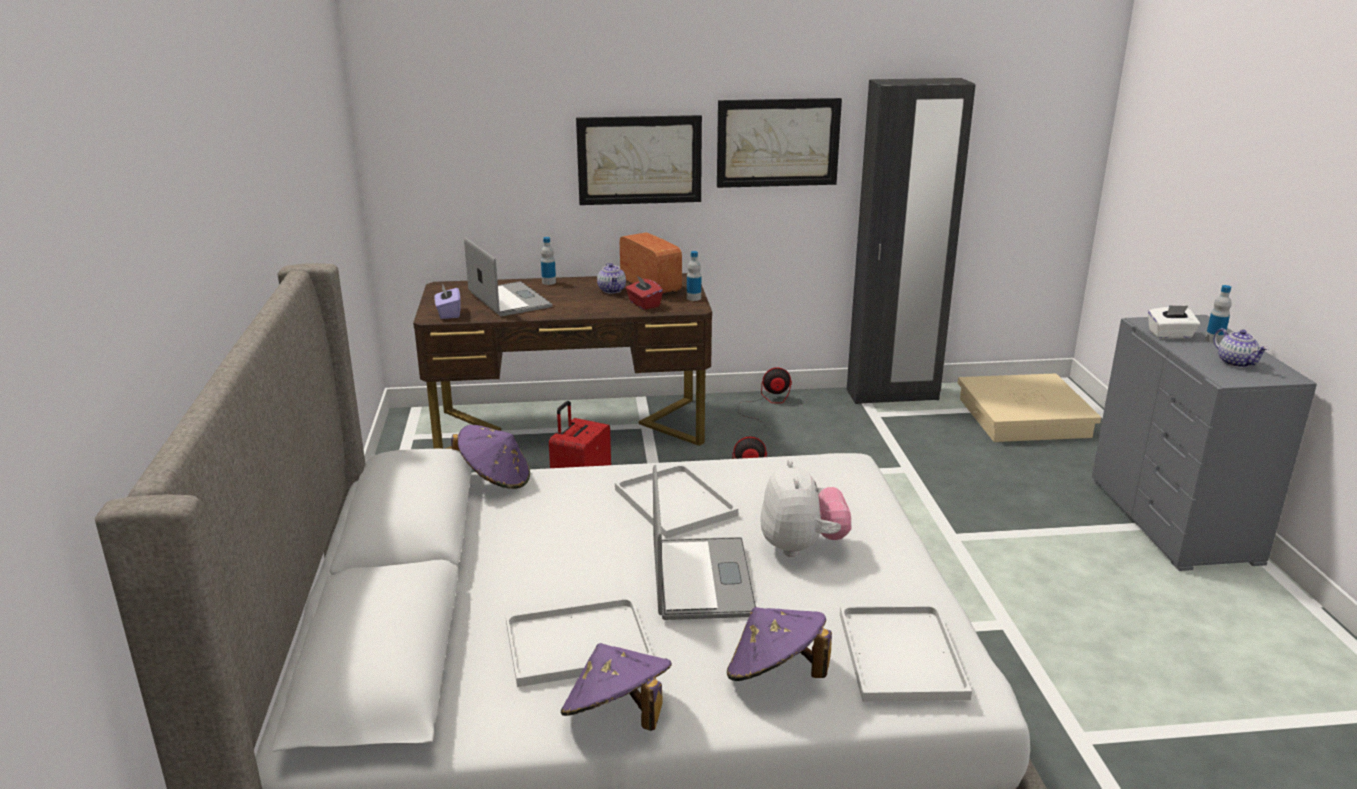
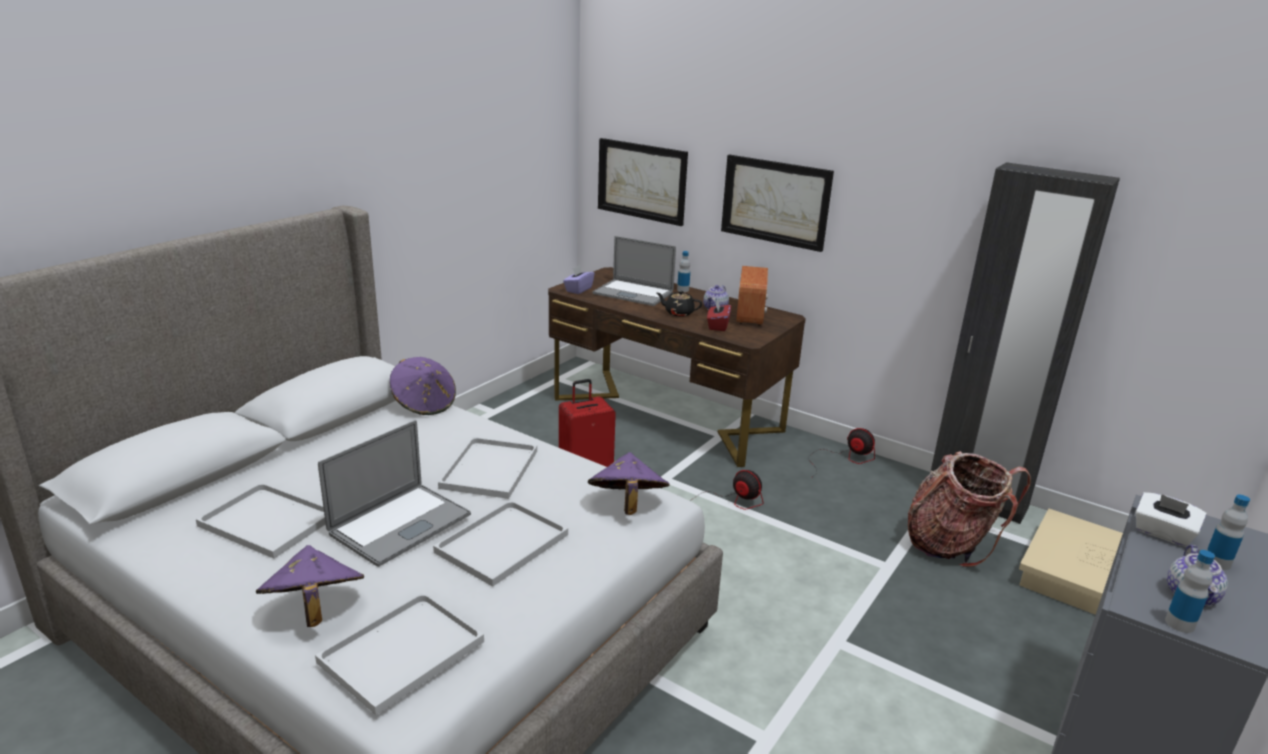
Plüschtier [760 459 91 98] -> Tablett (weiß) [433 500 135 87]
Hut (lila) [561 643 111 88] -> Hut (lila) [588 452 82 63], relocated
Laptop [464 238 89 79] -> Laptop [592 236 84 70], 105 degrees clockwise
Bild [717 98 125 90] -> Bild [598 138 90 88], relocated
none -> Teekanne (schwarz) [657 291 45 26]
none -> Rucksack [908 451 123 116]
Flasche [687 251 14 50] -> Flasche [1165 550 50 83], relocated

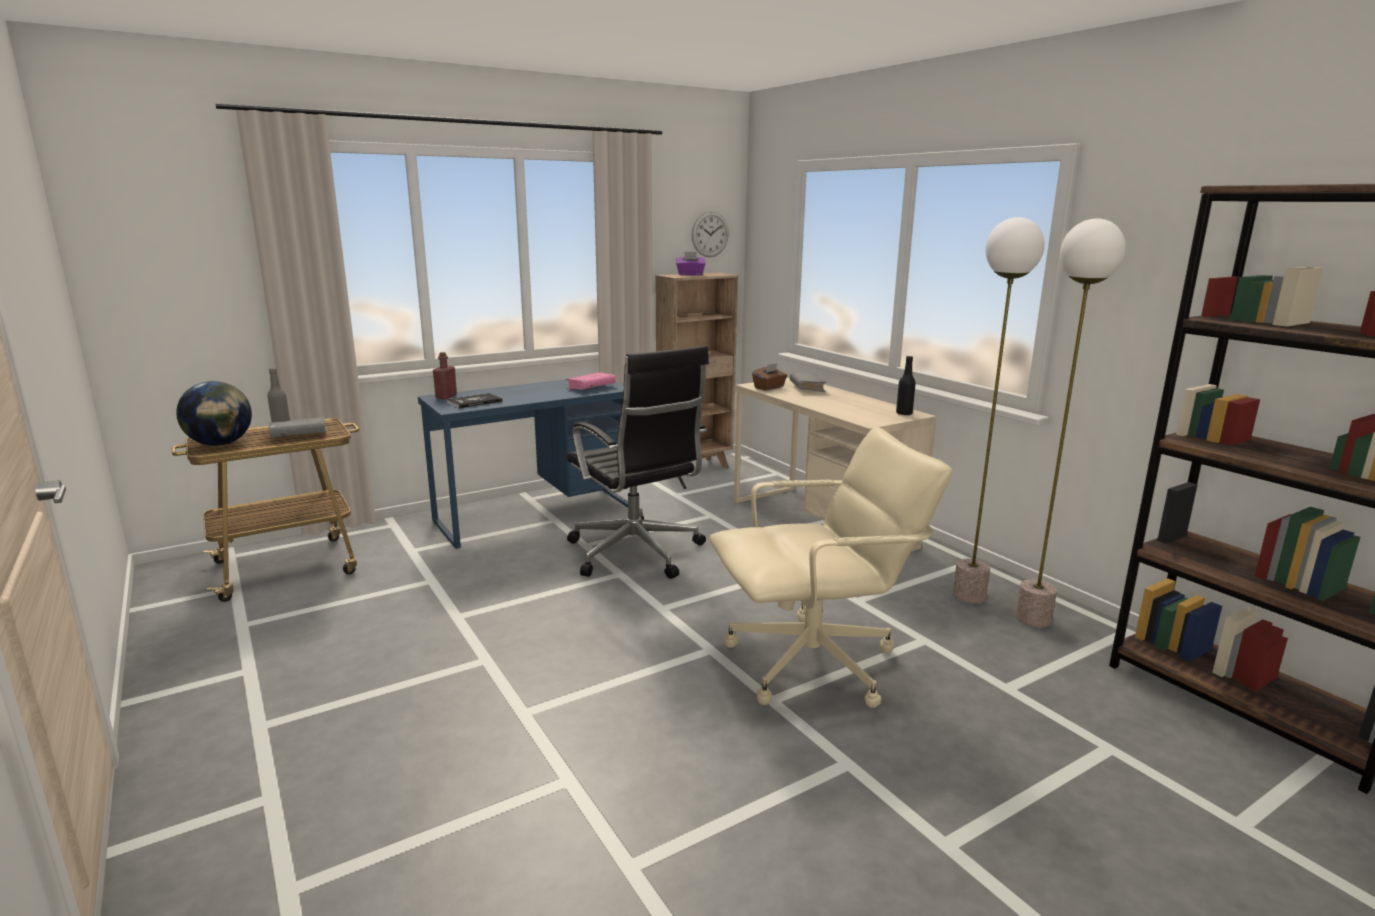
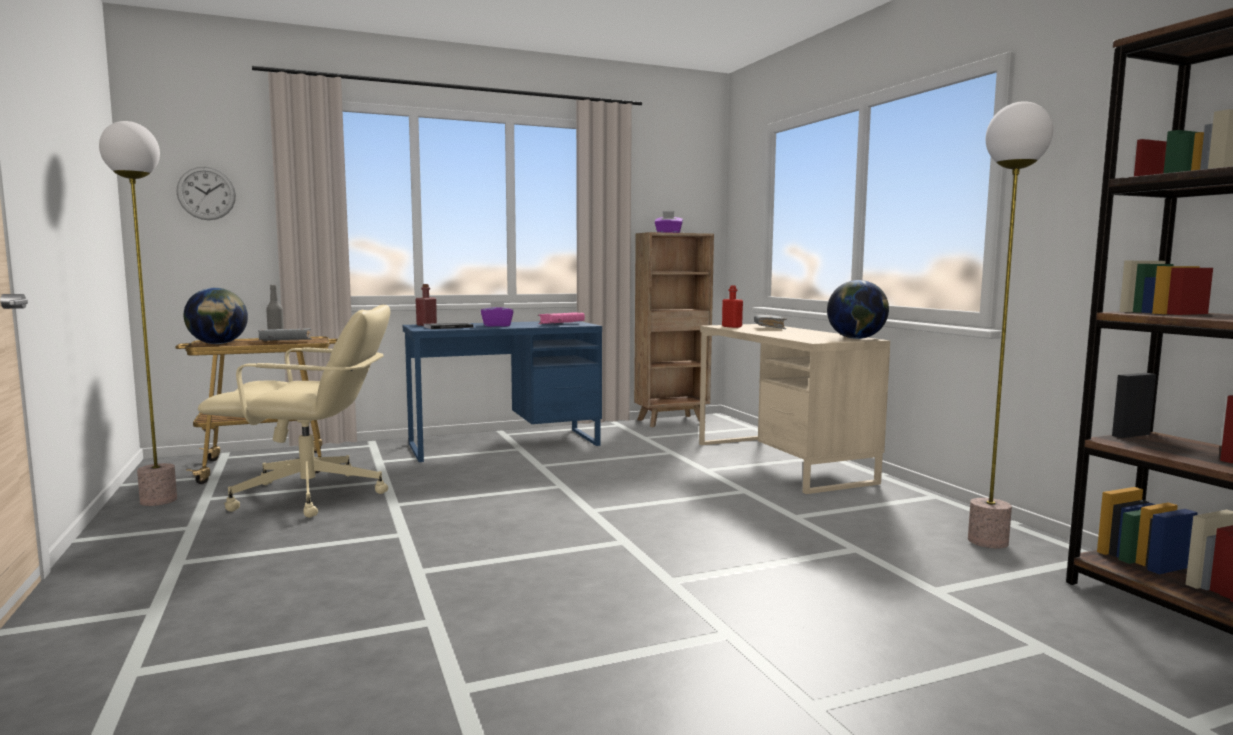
Stehlampe [953 217 92 387] -> Stehlampe [99 121 78 385], relocated
Wanduhr [691 211 38 46] -> Wanduhr [176 167 60 53], relocated
Bürostuhl (beige) [709 427 243 281] -> Bürostuhl (beige) [198 305 193 213], relocated
none -> Taschentuchbox (lila) [481 301 32 26]
Taschentuchbox (braun) [752 363 35 28] -> Flasche (rot) [722 285 21 43]
Flasche (schwarz) [896 356 20 59] -> Globus [827 280 62 59]
Bürostuhl (schwarz) [567 346 142 233] -> none

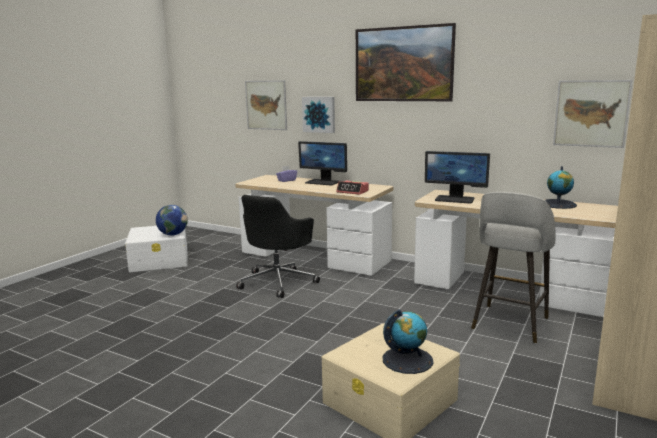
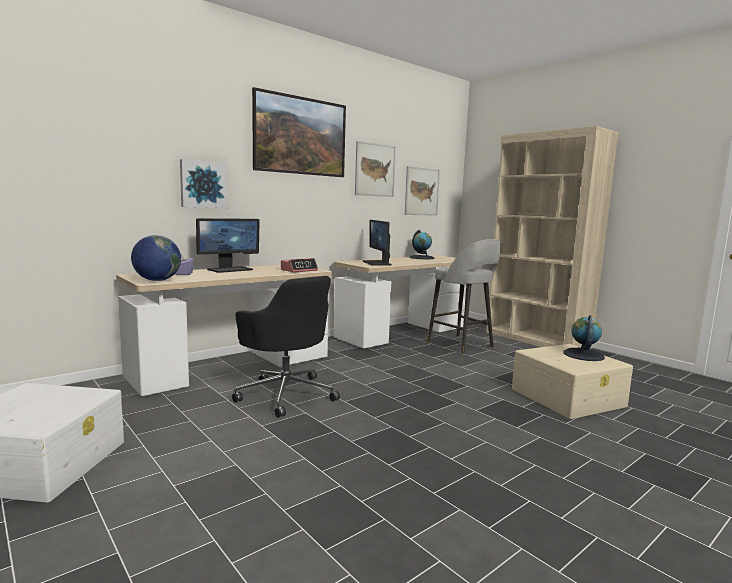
Globus [156 205 32 31] -> Globus [131 235 50 46], relocated
Bild [245 80 42 50] -> Bild [355 141 41 56], relocated
Monitor [425 151 65 53] -> Monitor [363 220 29 46], 120 degrees clockwise

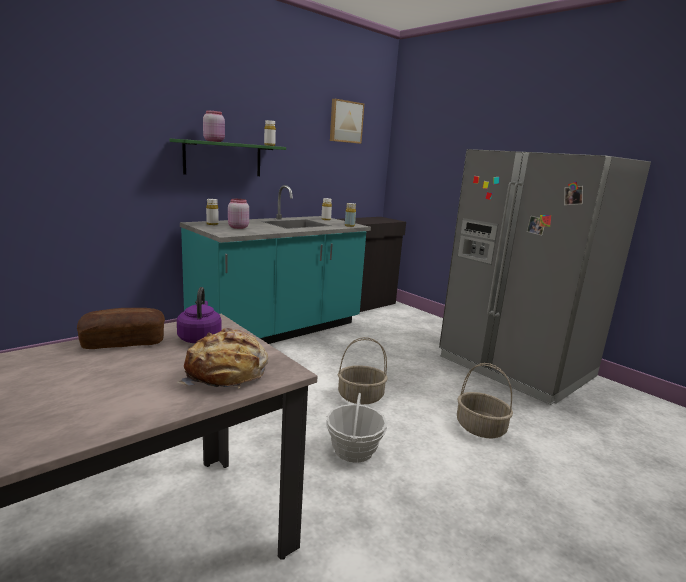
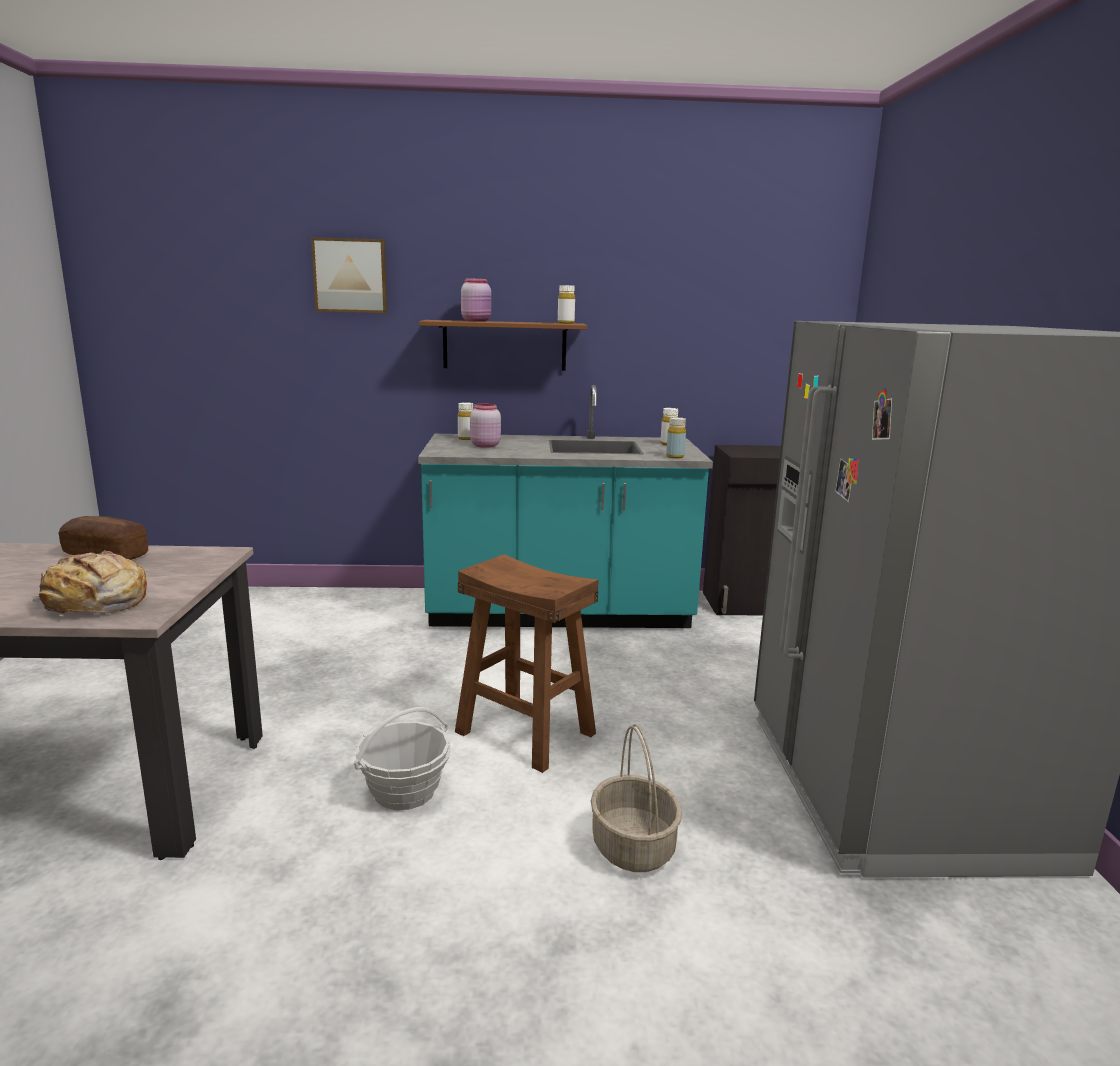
Bild [330 99 34 45] -> Bild [311 237 77 76], relocated
Wandregal (grün) [170 139 116 37] -> Wandregal (braun) [419 320 168 51]
Korb [338 337 50 67] -> Hocker (braun) [455 554 143 219]
Wasserkessel (lila) [177 287 45 56] -> none

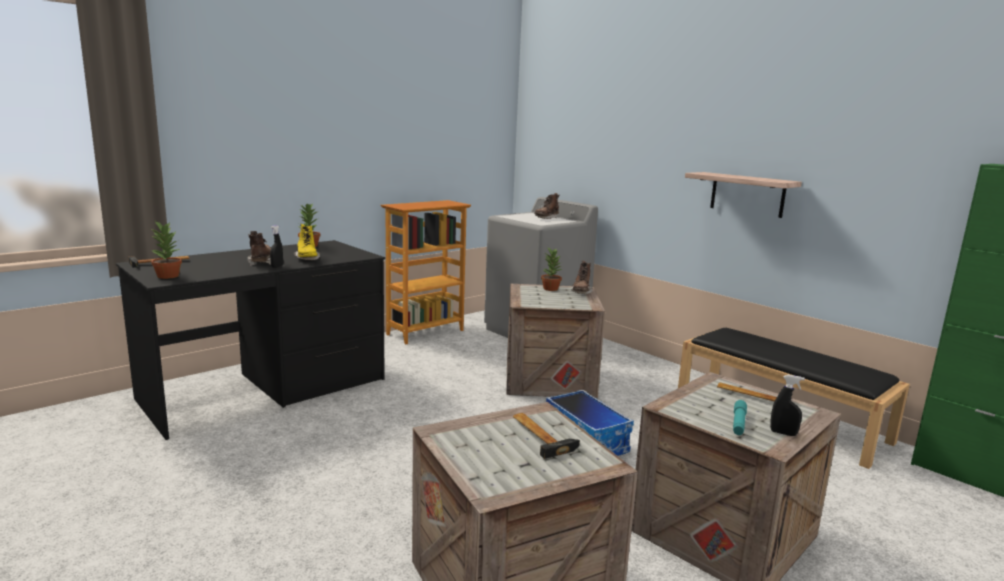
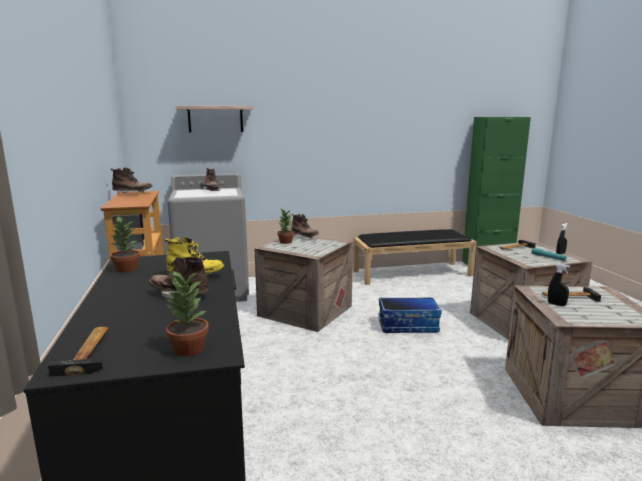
none -> Stiefel (braun) [111 168 41 26]
Wandregal [685 172 117 46] -> Wandregal [176 106 78 26], relocated
Sprühflasche (schwarz) [270 225 13 43] -> Sprühflasche (schwarz) [548 264 22 42], relocated

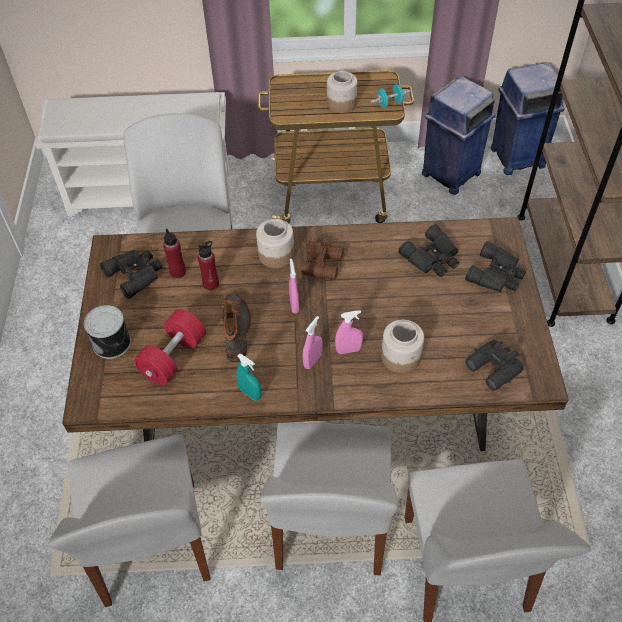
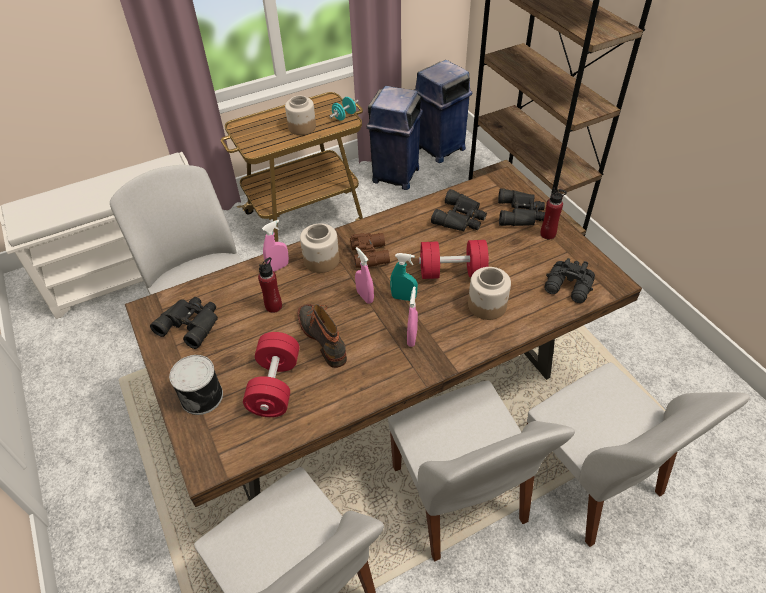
Sprühflasche (rosa) [335 310 28 44] -> Sprühflasche (rosa) [262 220 27 52], relocated
Sprühflasche (türkis) [236 353 25 48] -> Sprühflasche (türkis) [390 253 28 48], relocated
none -> Hantel (rot) [419 240 70 39]
Flasche (rot) [163 229 23 49] -> Flasche (rot) [540 187 26 52], relocated

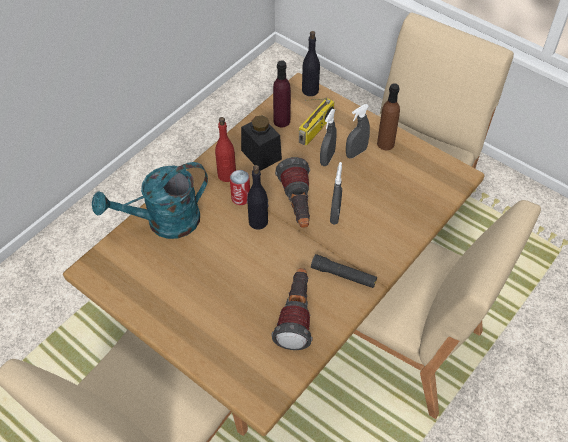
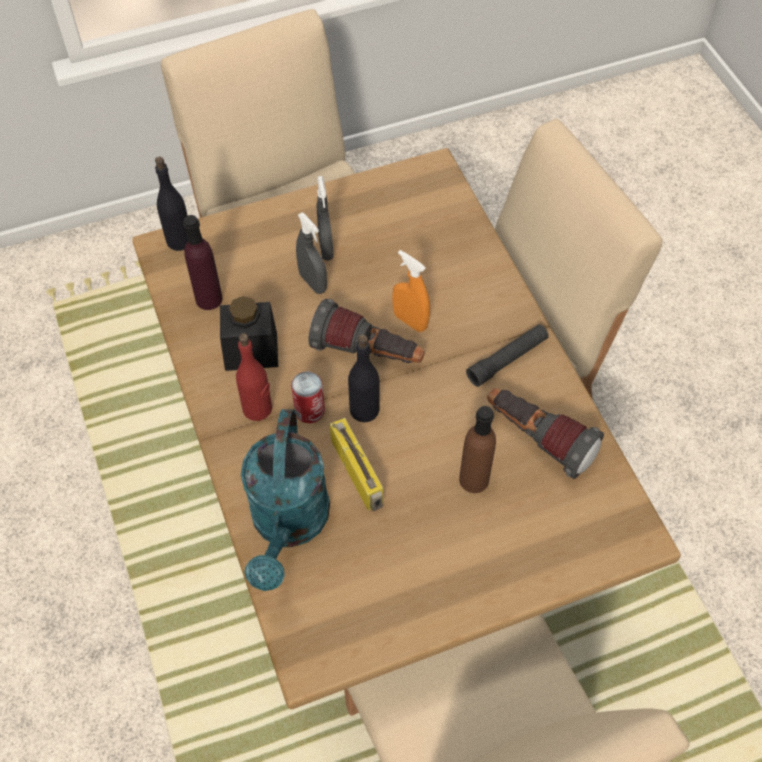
Radio [299 98 36 47] -> Radio [330 418 53 93], relocated
Sprühflasche (grau) [330 162 12 63] -> Sprühflasche (orange) [392 250 38 82]
Flasche (braun) [377 83 23 67] -> Flasche (braun) [459 406 37 87], relocated

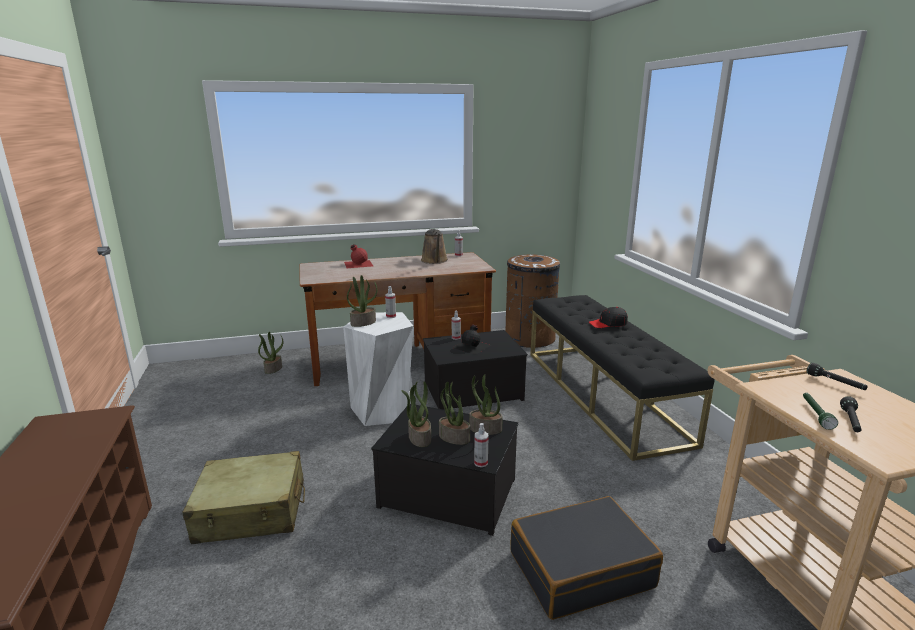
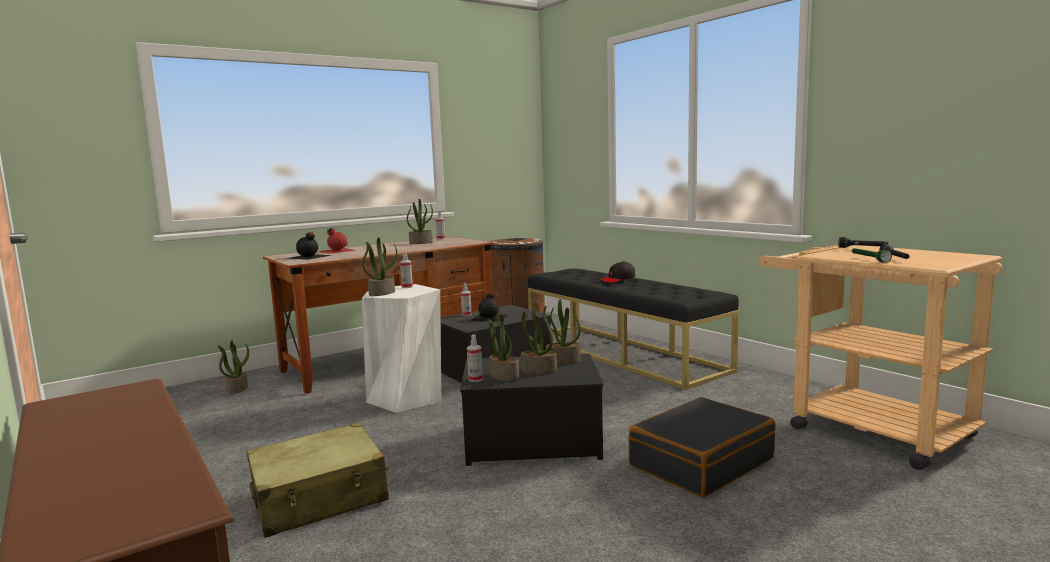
none -> Flasche (schwarz) [286 232 45 28]
Gießkanne (braun) [421 229 27 35] -> Topfpflanze [407 199 26 45]
Sprühflasche [474 423 15 44] -> Sprühflasche [467 334 16 48], relocated

